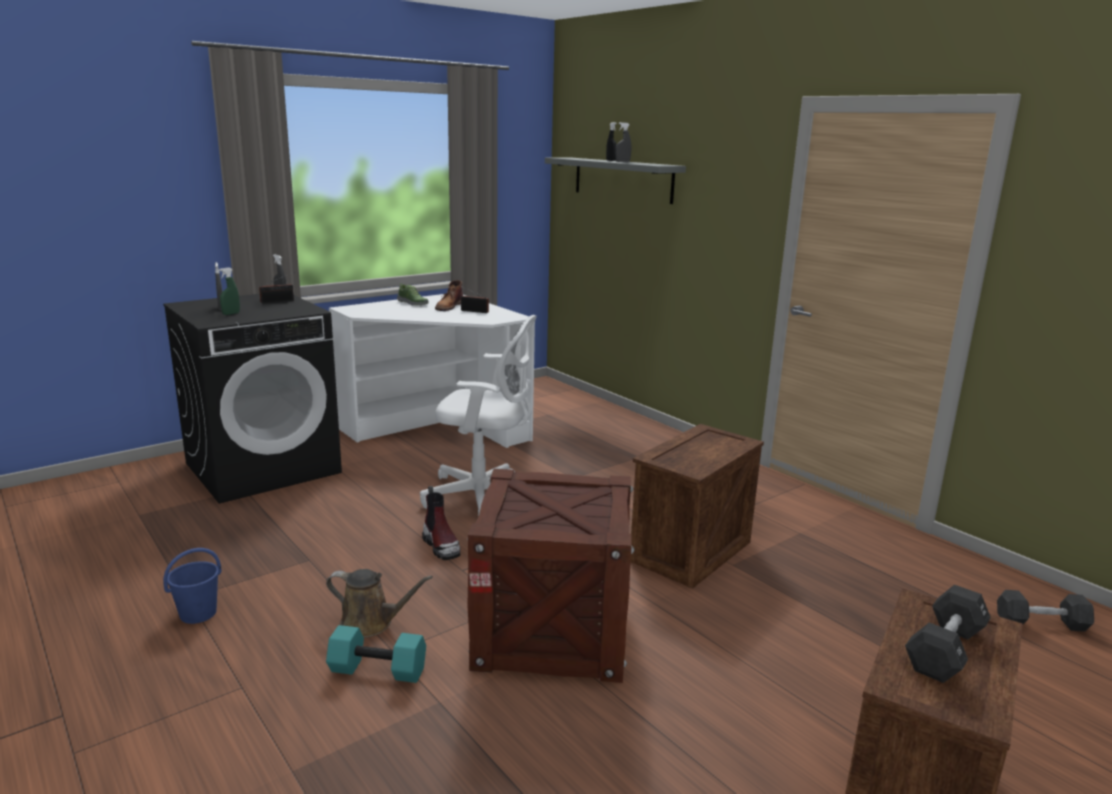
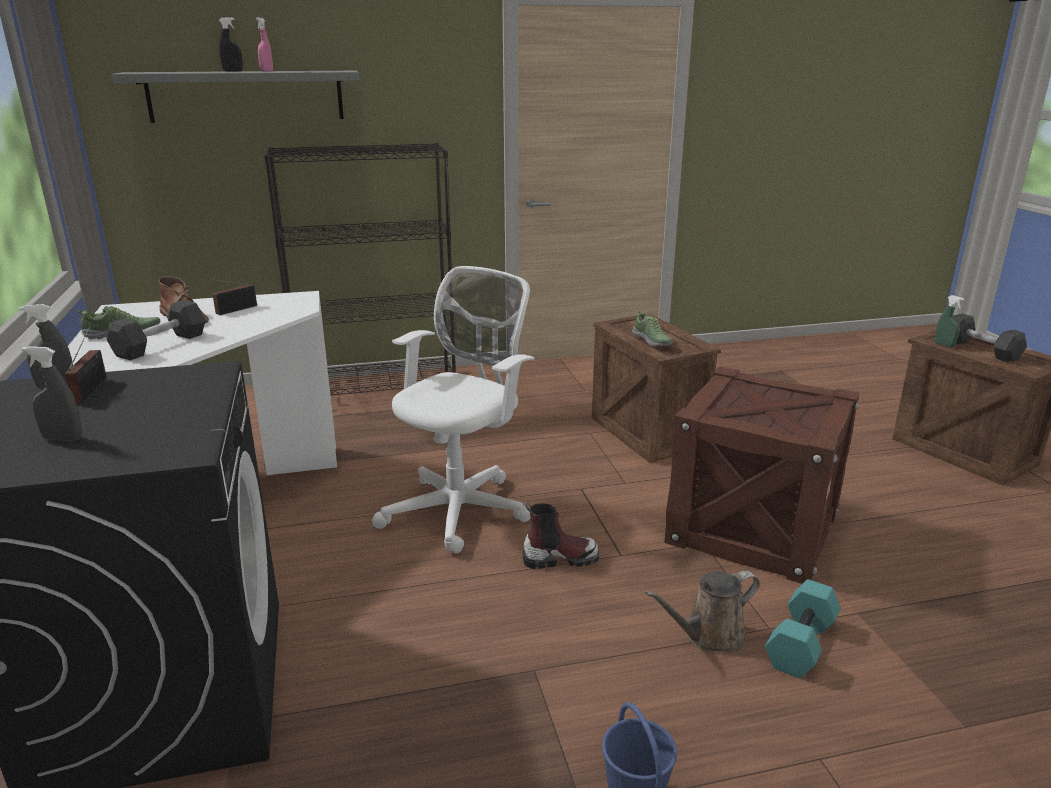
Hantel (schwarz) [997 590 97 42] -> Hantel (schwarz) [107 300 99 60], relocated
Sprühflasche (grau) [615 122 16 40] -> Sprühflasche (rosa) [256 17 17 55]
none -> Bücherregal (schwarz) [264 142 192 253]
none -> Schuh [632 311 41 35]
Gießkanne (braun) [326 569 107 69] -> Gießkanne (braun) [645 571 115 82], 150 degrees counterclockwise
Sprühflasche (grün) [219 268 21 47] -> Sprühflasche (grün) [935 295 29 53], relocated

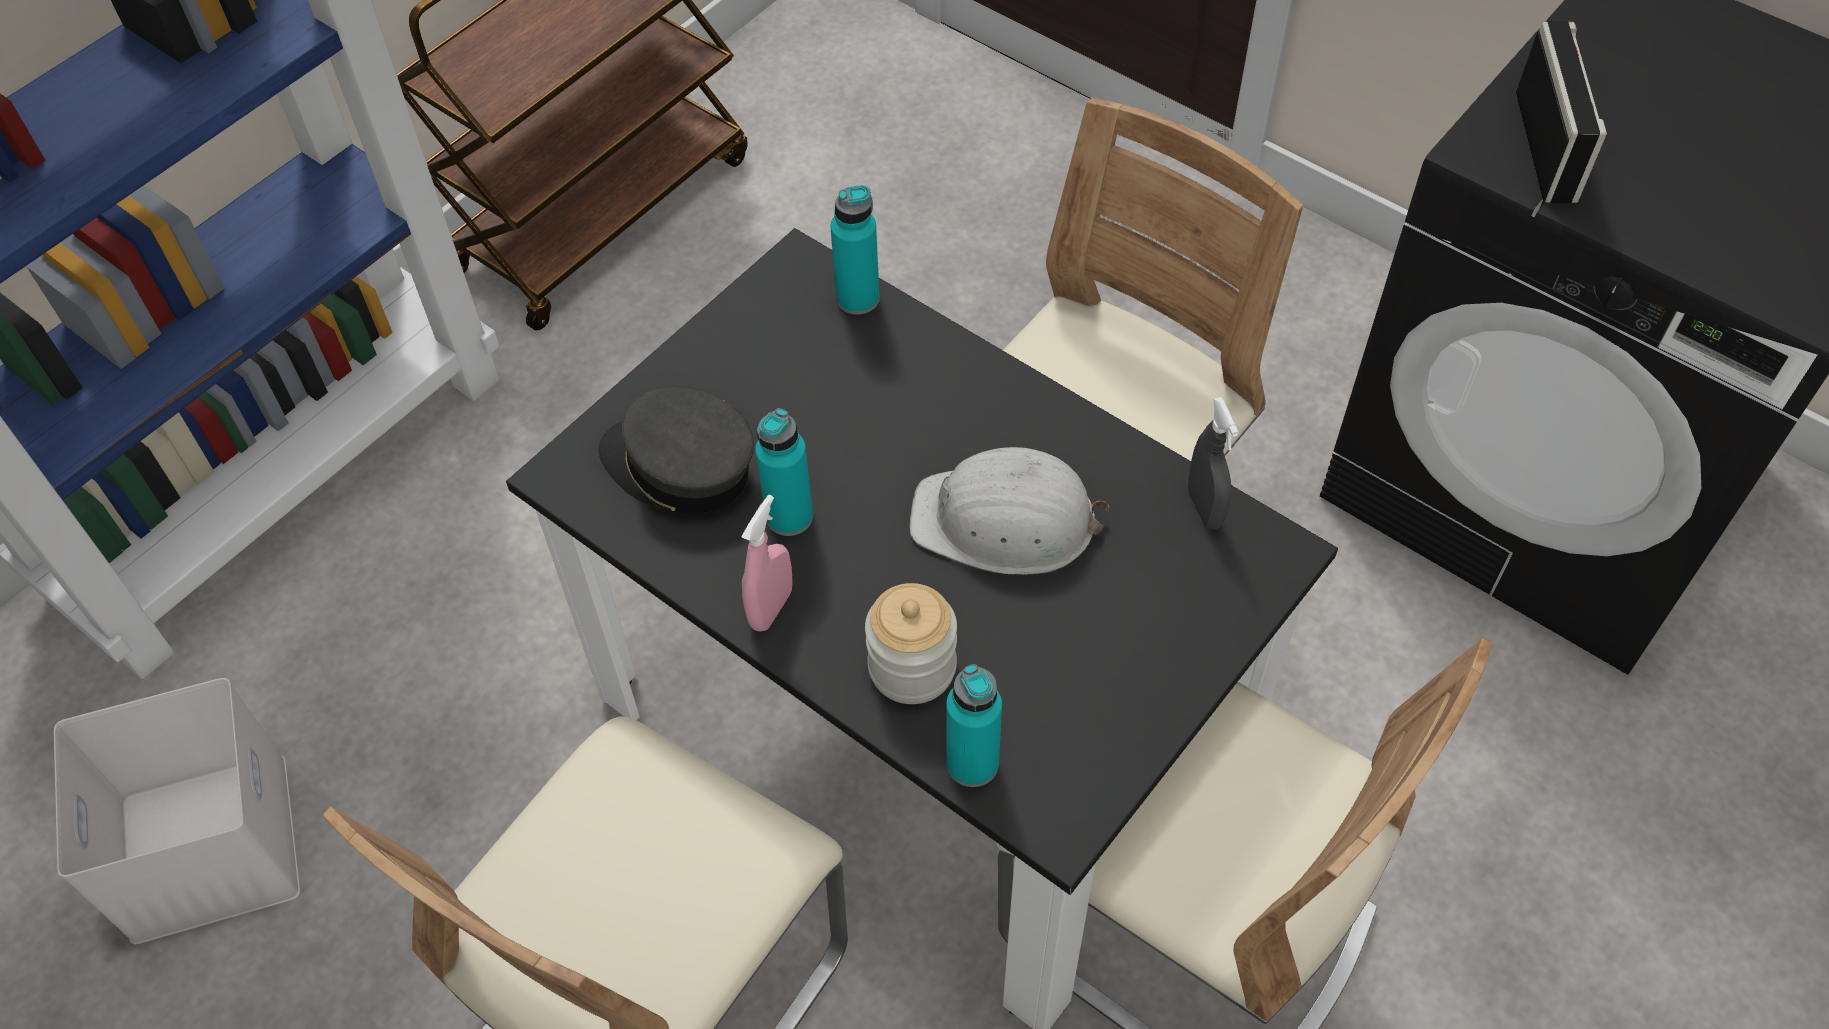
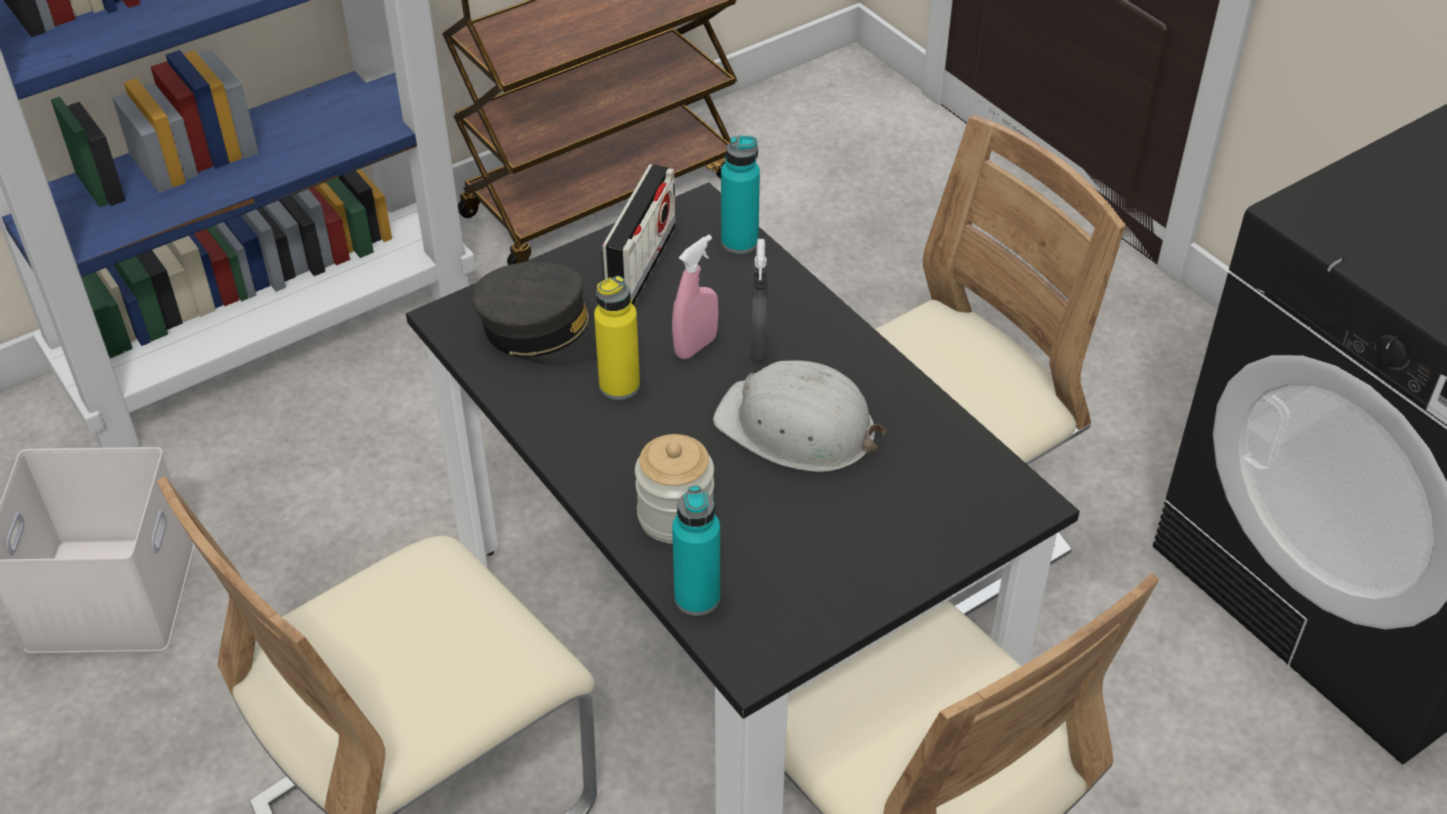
Kappe (grau) [599 386 155 127] -> Kappe (grau) [472 262 125 103], 150 degrees clockwise
Flasche (türkis) [755 408 58 128] -> Flasche (gelb) [594 276 46 124]
Radio [1516 21 91 182] -> Radio [602 164 74 141], relocated
Sprühflasche (rosa) [741 495 52 136] -> Sprühflasche (rosa) [672 235 46 124], relocated
Sprühflasche (grau) [1188 397 51 133] -> Sprühflasche (grau) [750 239 17 123], relocated

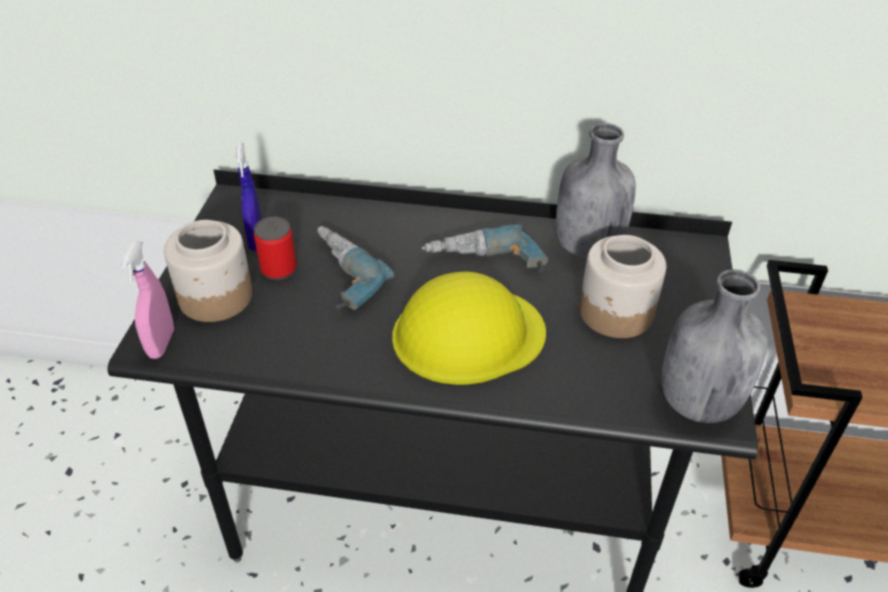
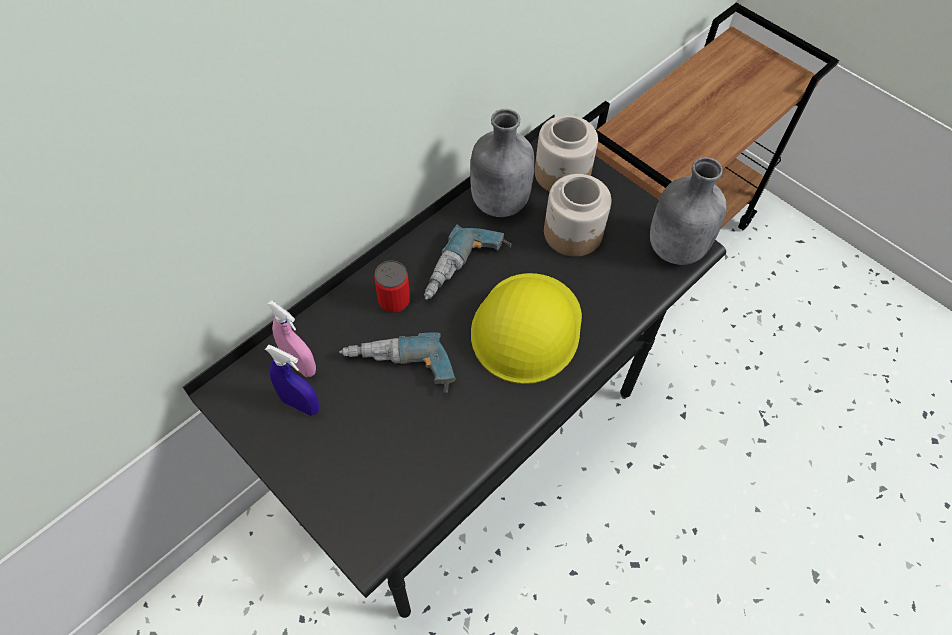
Sprühflasche (rosa) [121 242 53 117] -> Sprühflasche (rosa) [268 300 48 77], relocated
Dose [254 217 43 63] -> Dose [374 261 36 52], relocated
Vorratsglas [164 220 89 102] -> Vorratsglas [535 115 63 77], relocated

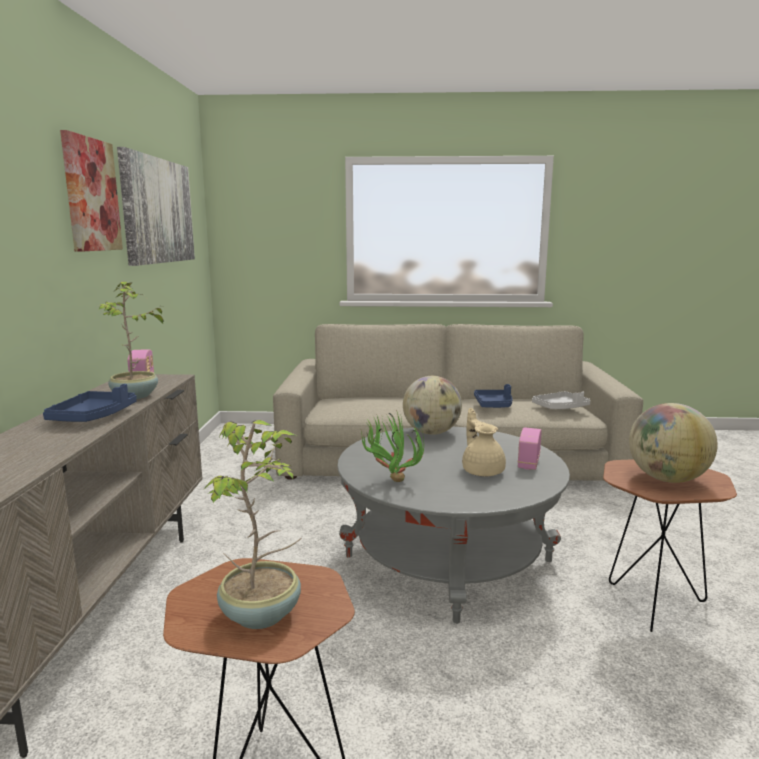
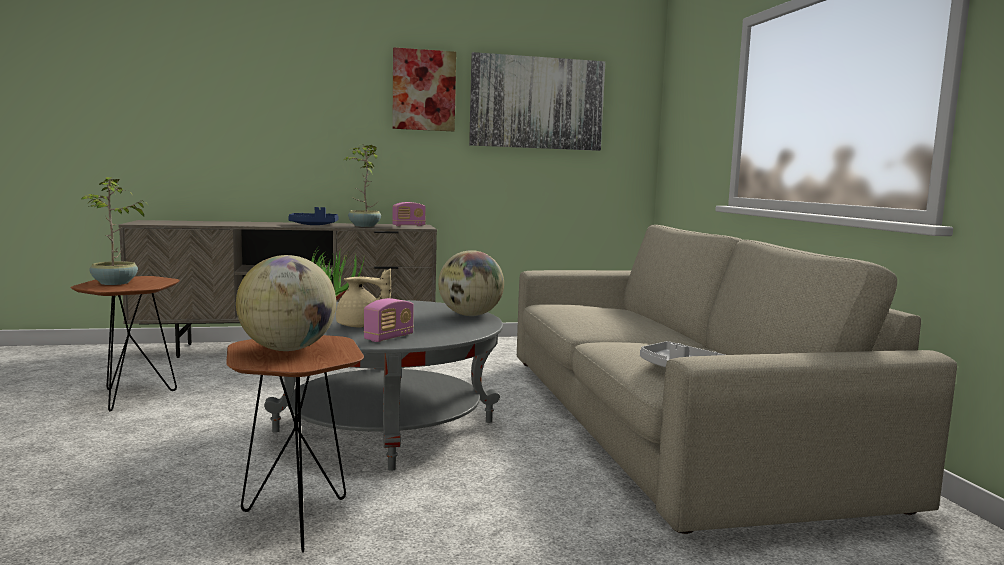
Teekanne (beige) [462 408 44 68] -> Teekanne (beige) [336 269 55 58], 45 degrees clockwise
Radio [517 427 25 43] -> Radio [364 298 50 44], 120 degrees clockwise
Tablett (blau) [474 384 38 24] -> none

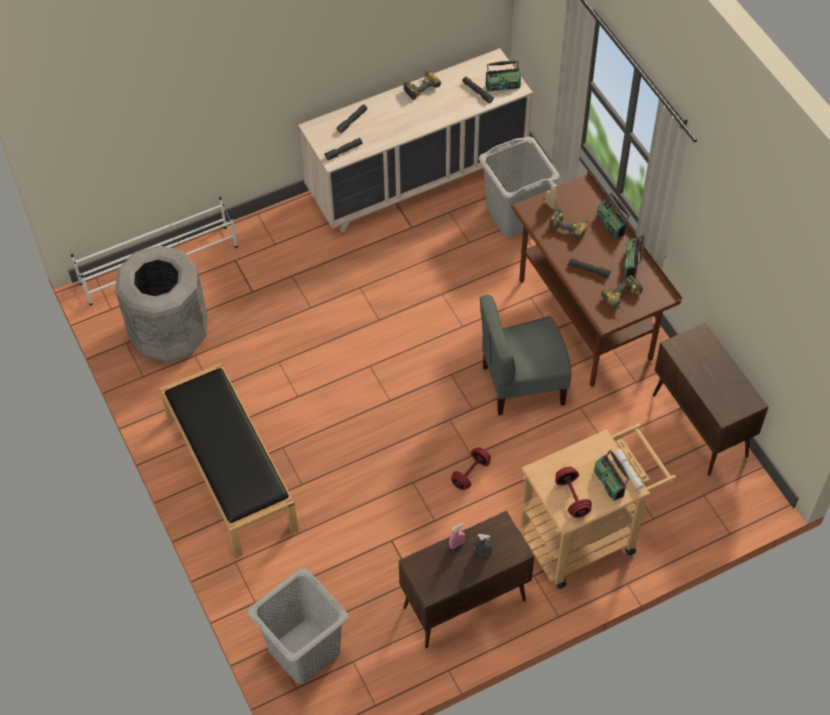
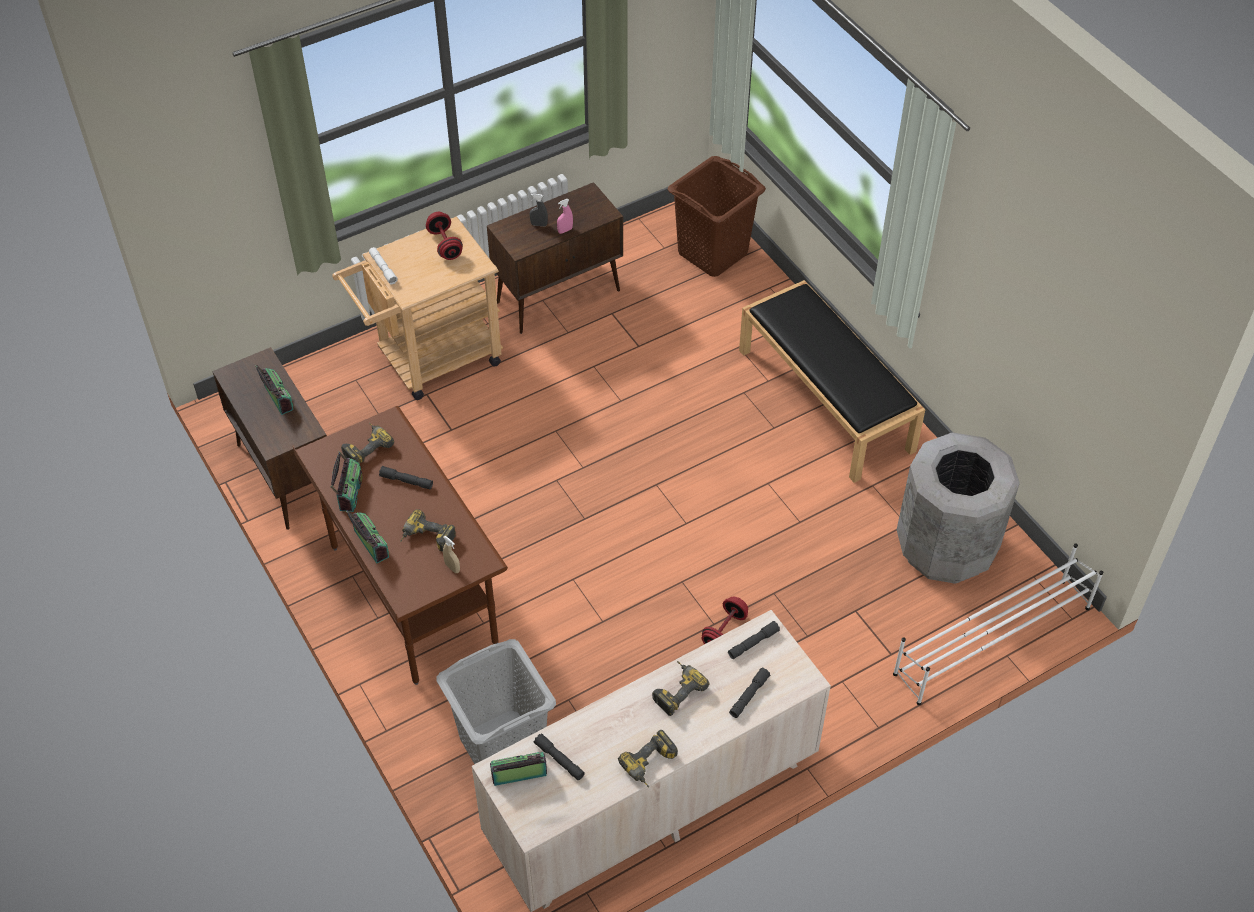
Radio [594 450 36 51] -> Radio [255 365 38 50], relocated
none -> Bohrmaschine [652 661 58 55]
Wäschekorb (grau) [248 568 100 116] -> Wäschekorb (braun) [668 156 98 121]
Hantel (rot) [451 447 40 43] -> Hantel (rot) [702 596 46 48], relocated
Stuhl (grau) [480 295 91 120] -> none

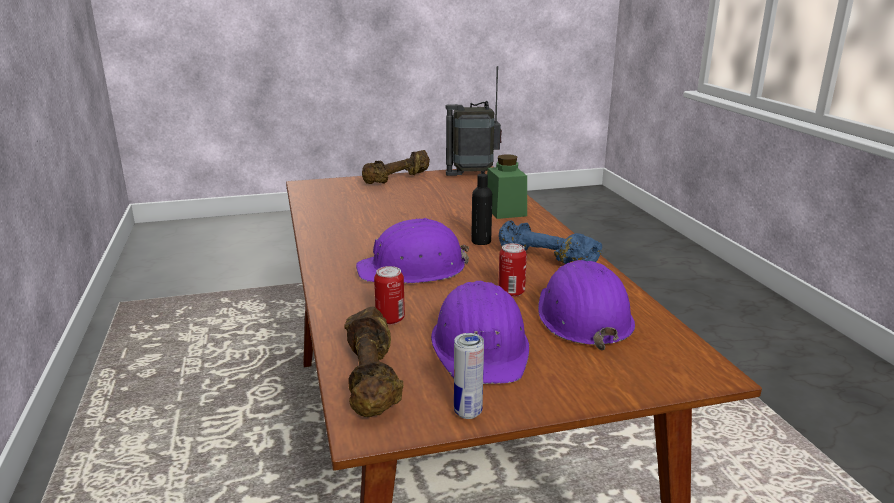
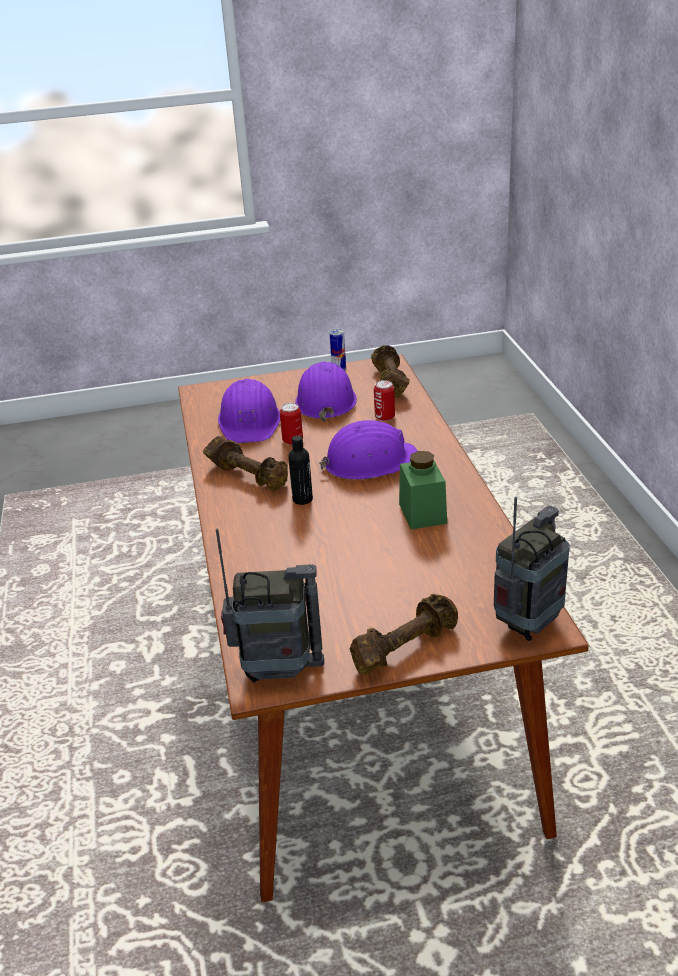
Hantel (blau) [499 220 103 44] -> Hantel (braun) [203 436 85 55]
Vorratsglas (grün) [487 154 40 65] -> Vorratsglas (grün) [399 451 48 78], relocated
none -> Radio [494 497 76 144]

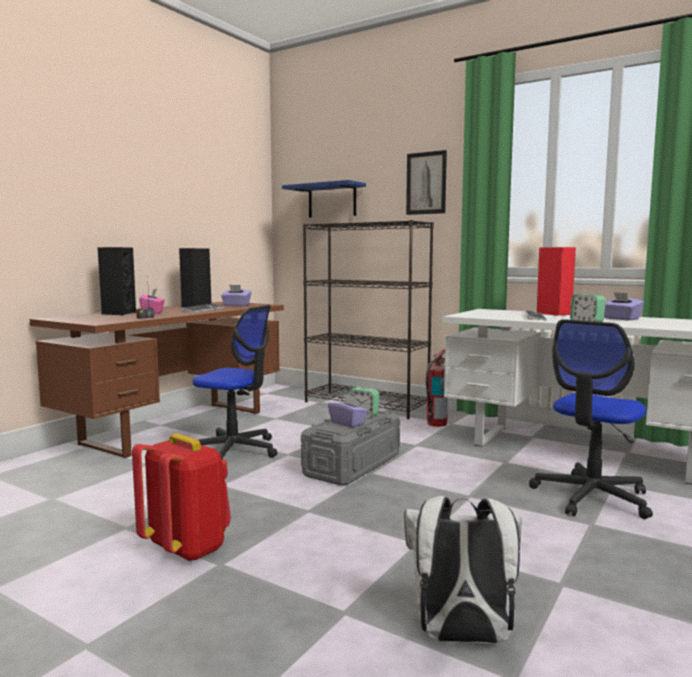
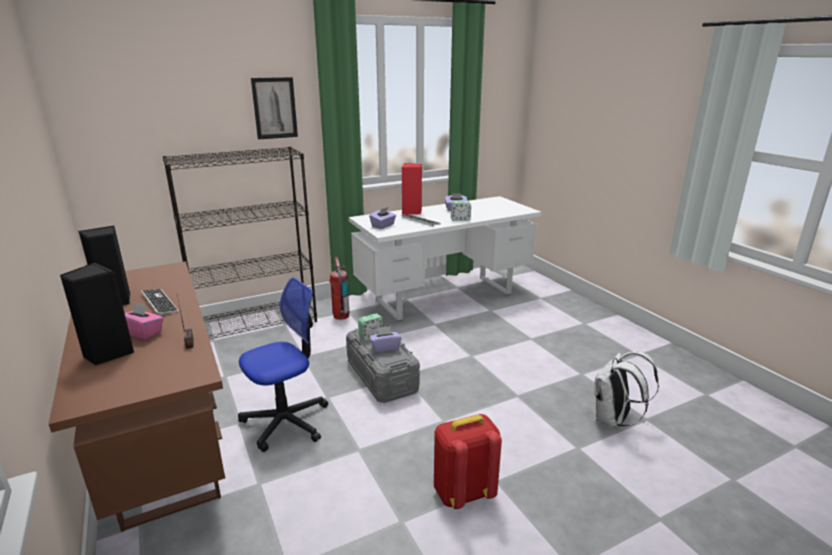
Taschentuchbox (lila) [221 285 30 21] -> Taschentuchbox (lila) [369 207 27 22], relocated
Wandregal (blau) [282 180 84 38] -> none
Bürostuhl [529 319 124 200] -> none

